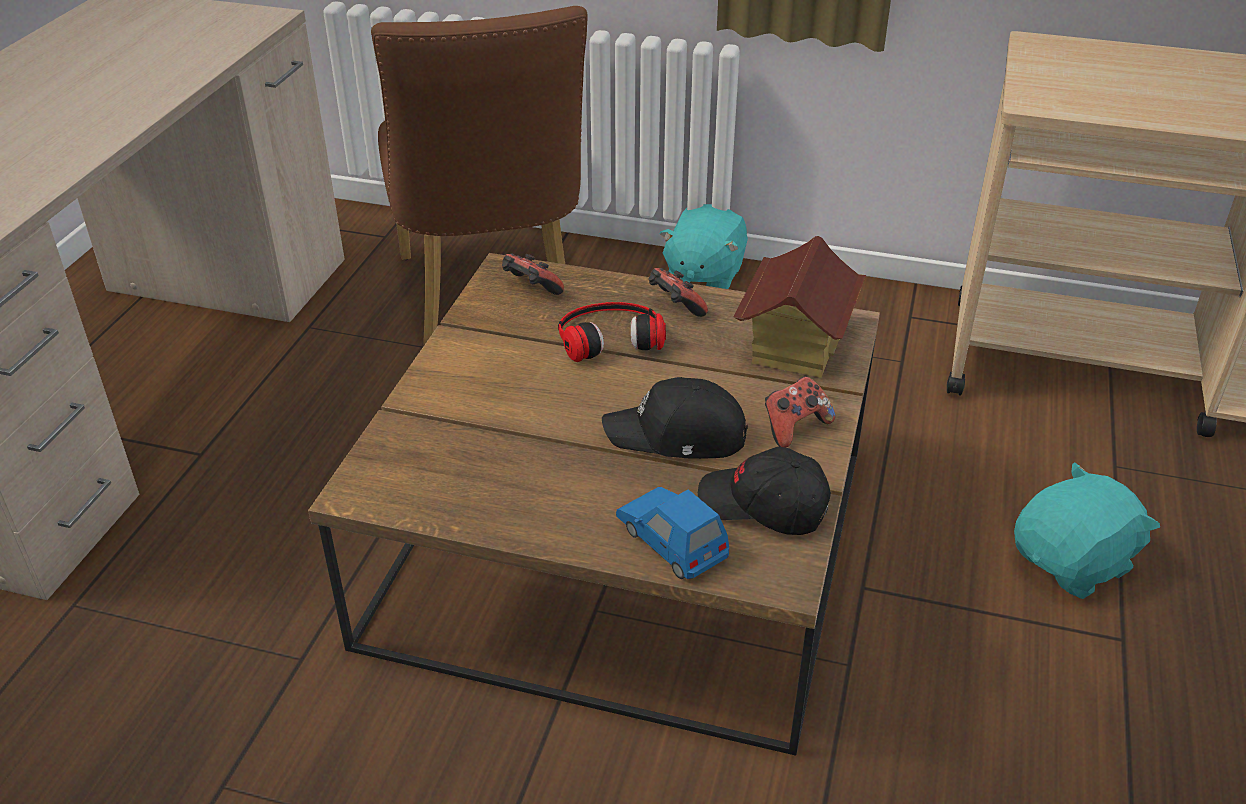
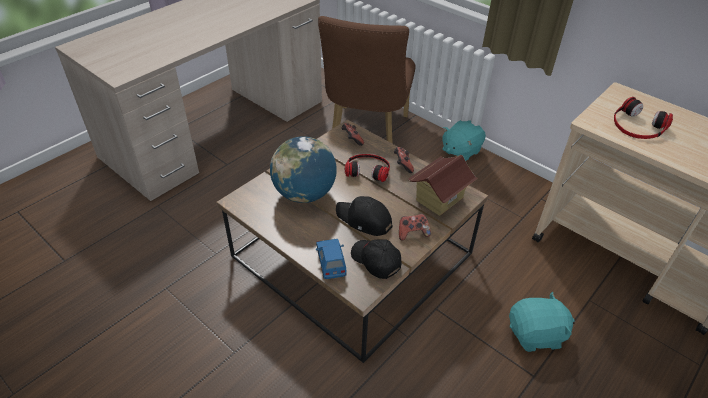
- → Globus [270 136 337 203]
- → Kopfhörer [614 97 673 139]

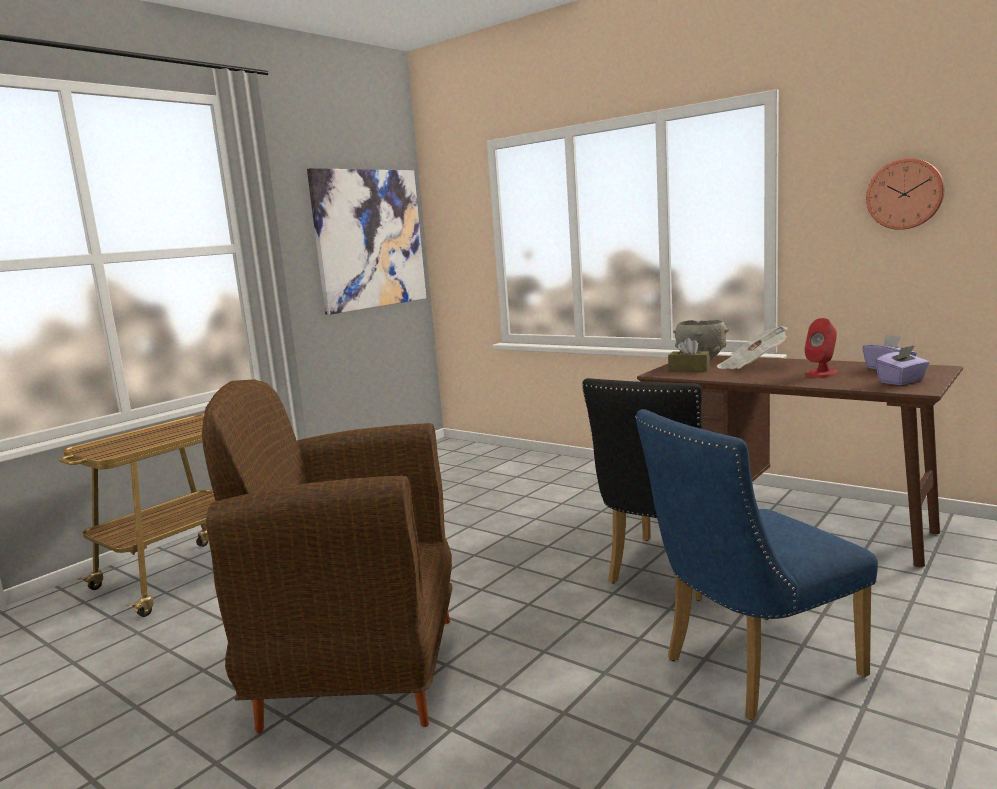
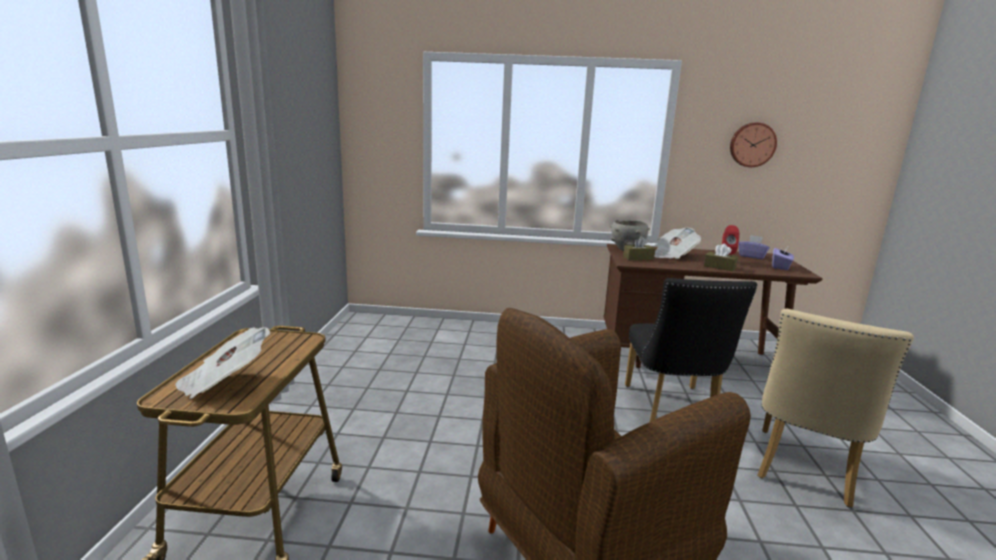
Bild [307 168 426 315] → -
Stuhl (blau) [635 409 878 720] → Stuhl (beige) [757 309 914 507]
- → Zeitung [175 327 270 399]
- → Taschentuchbox (braun) [704 244 738 271]

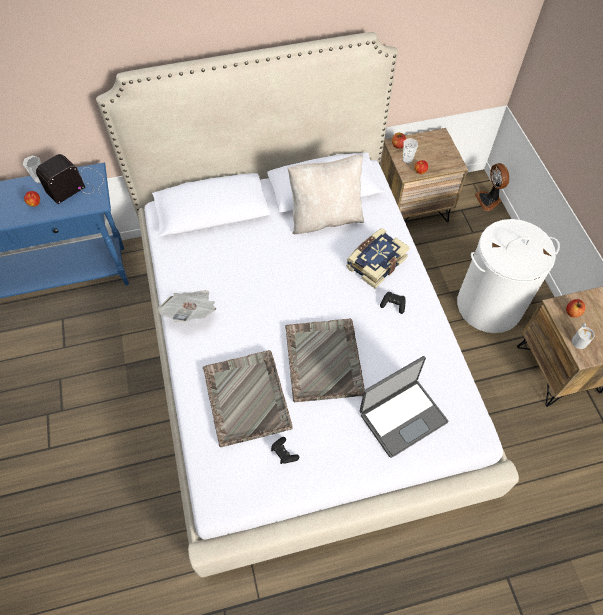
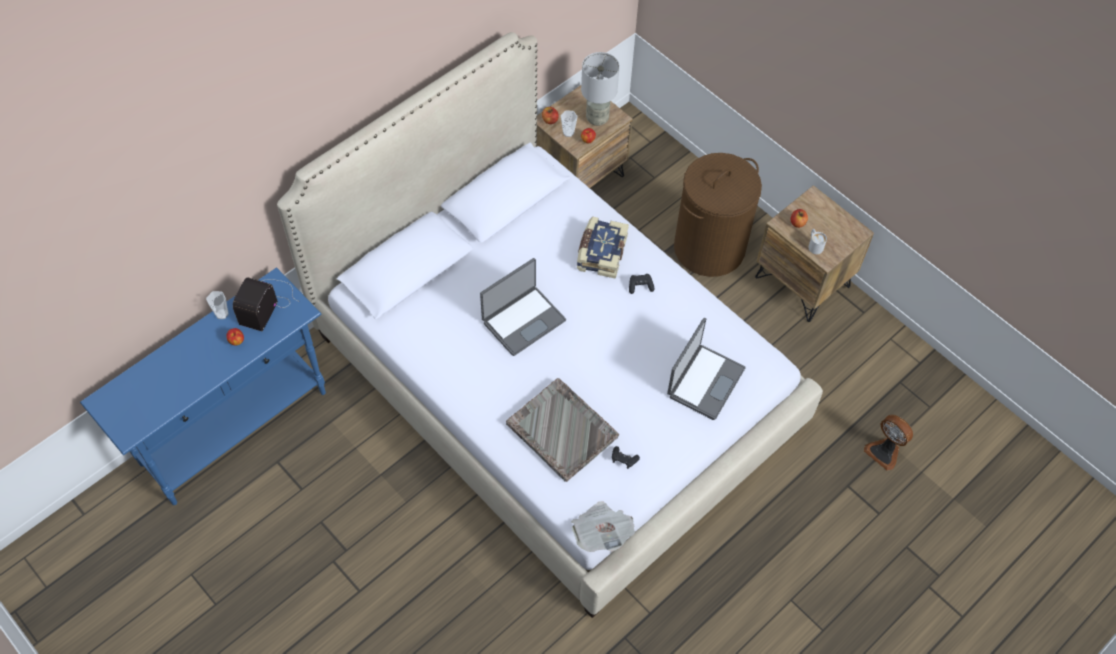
Zeitung [158 290 216 322] → Zeitung [571 501 635 552], move
Tablett (grau) [285 319 365 402] → -
Kissen (beige) [288 155 364 234] → -
Wäschekorb (weiß) [457 219 560 333] → Wäschekorb (braun) [674 153 762 277]
Ventilator [475 163 509 211] → Ventilator [864 415 913 471], move
- → Laptop [480 258 566 356]
- → Tischlampe (grau) [581 52 619 126]

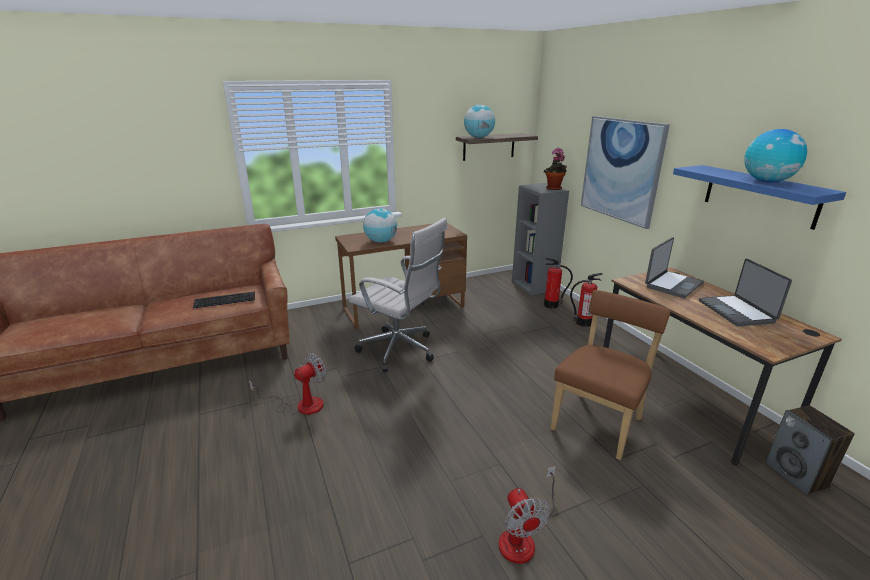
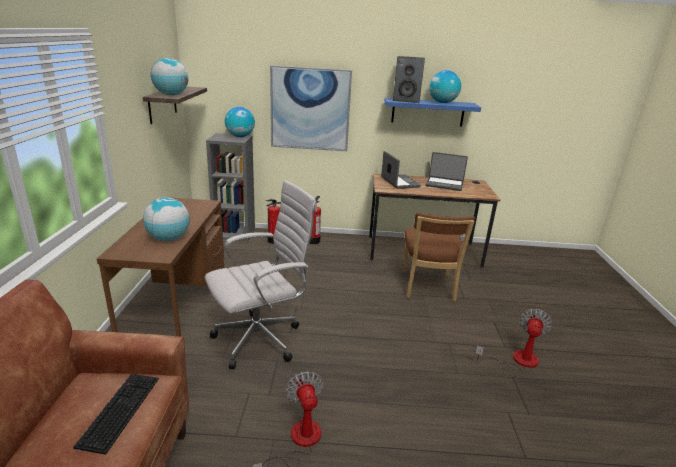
Ventilator [499 466 556 564] → Ventilator [475 309 552 371], 75 degrees counterclockwise
Topfpflanze [544 148 567 190] → Globus [225 107 255 137]
Stuhl (braun) [551 290 671 460] → Stuhl (braun) [402 212 475 301], 150 degrees counterclockwise
Lautsprecher [765 405 855 495] → Lautsprecher [393 56 425 103], move

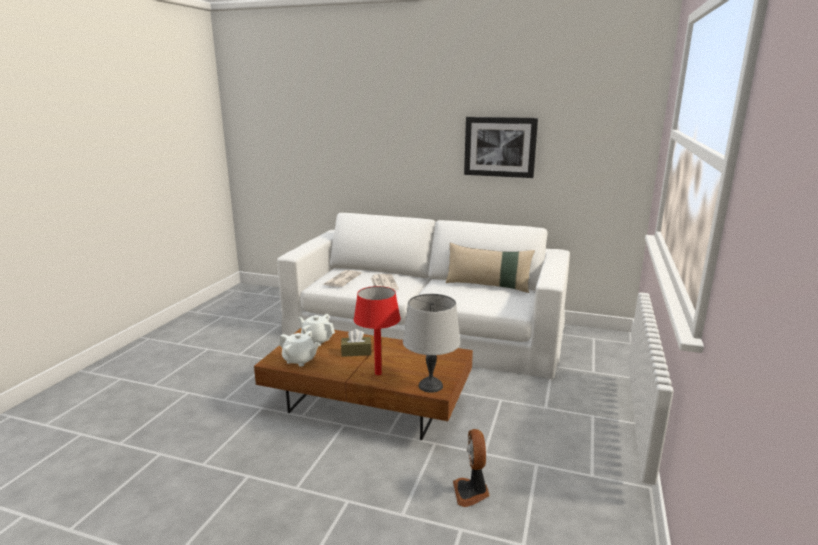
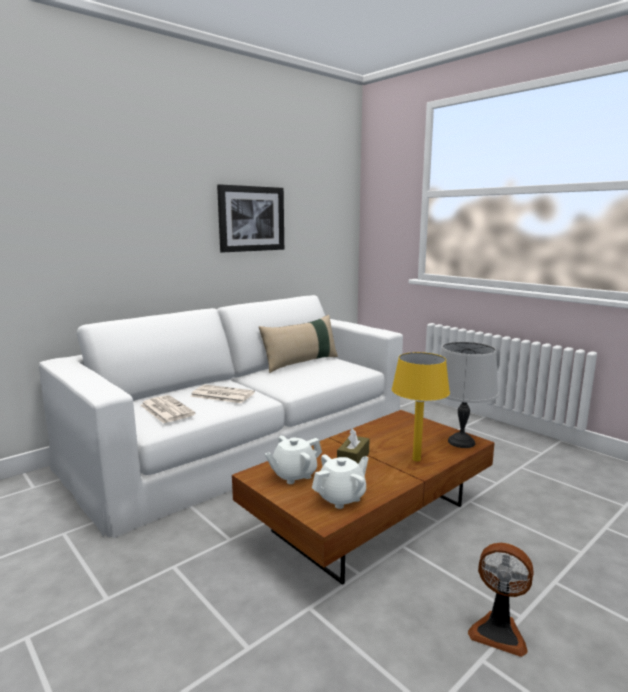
Tischlampe (rot) [354 286 401 375] → Tischlampe (gelb) [392 352 450 461]
Ventilator [453 429 490 507] → Ventilator [468 543 534 657], move

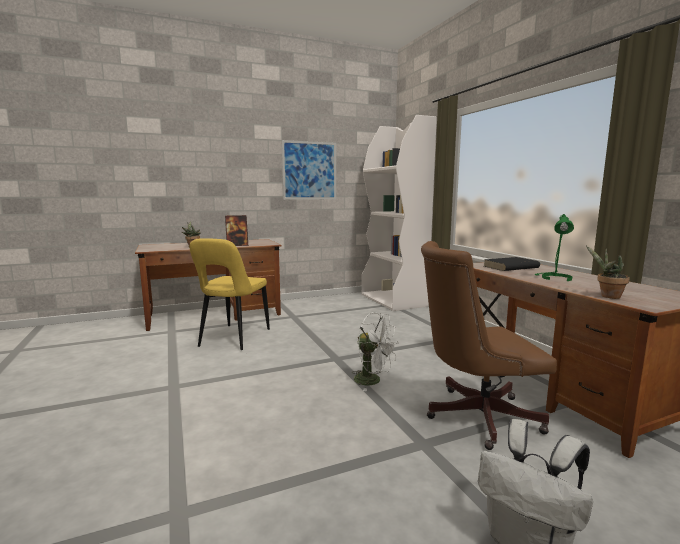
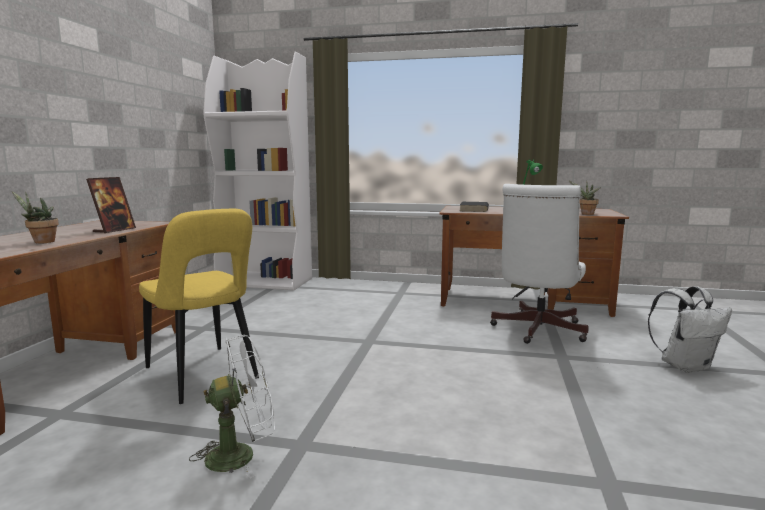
Bild [282 140 336 200] → -
Ventilator (weiß) [353 312 398 391] → Ventilator (weiß) [189 335 275 478], move
Bürostuhl (braun) [421 241 557 450] → Bürostuhl (weiß) [490 184 589 344]

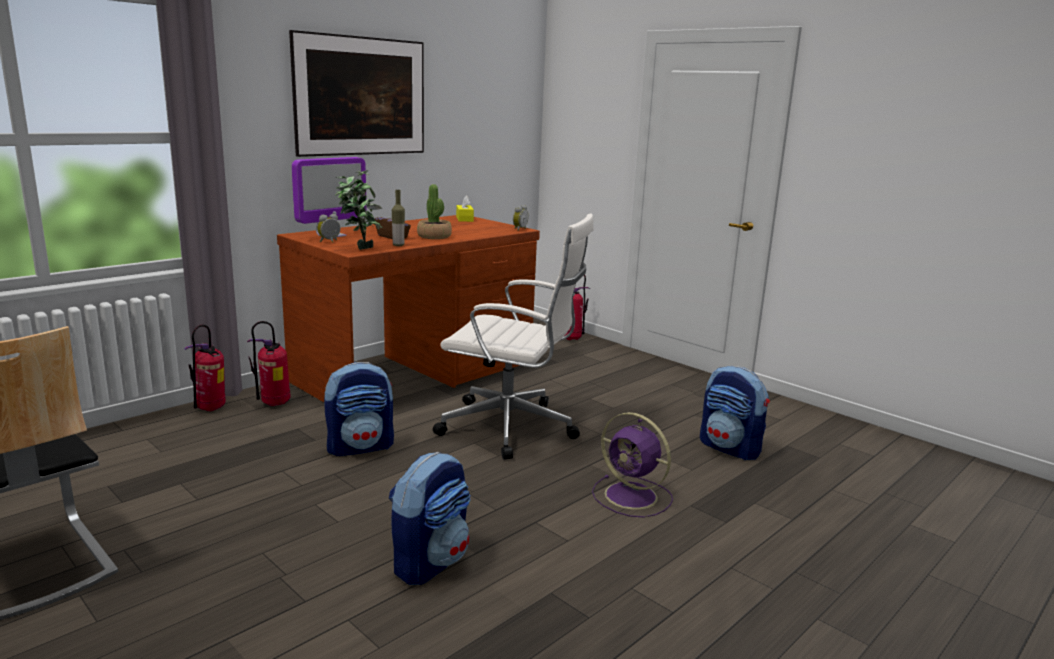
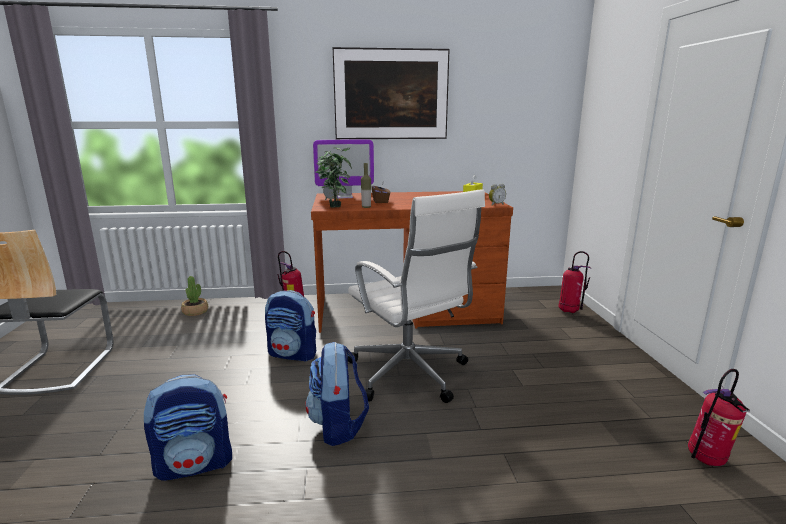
Feuerlöscher [184 325 226 411] → Feuerlöscher [688 369 750 466], move
Topfpflanze [417 184 452 239] → Topfpflanze [181 276 208 316], move
Ventilator (lila) [592 412 673 517] → -
Rucksack [700 366 770 460] → Rucksack [306 342 369 446], move

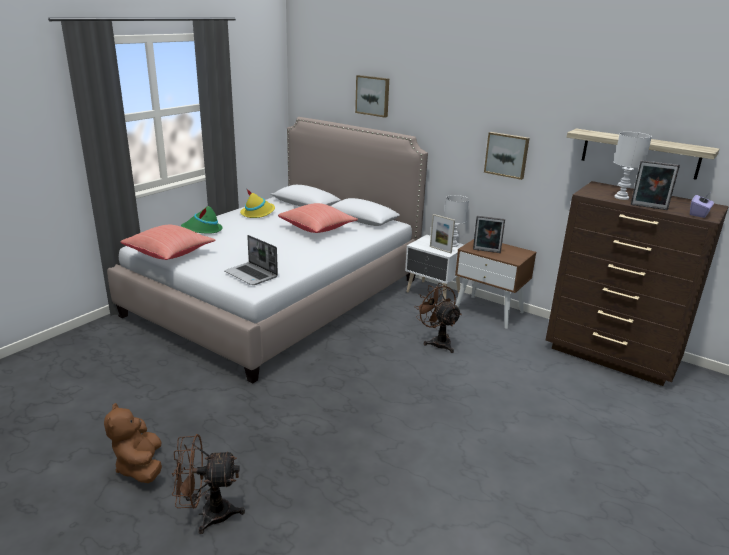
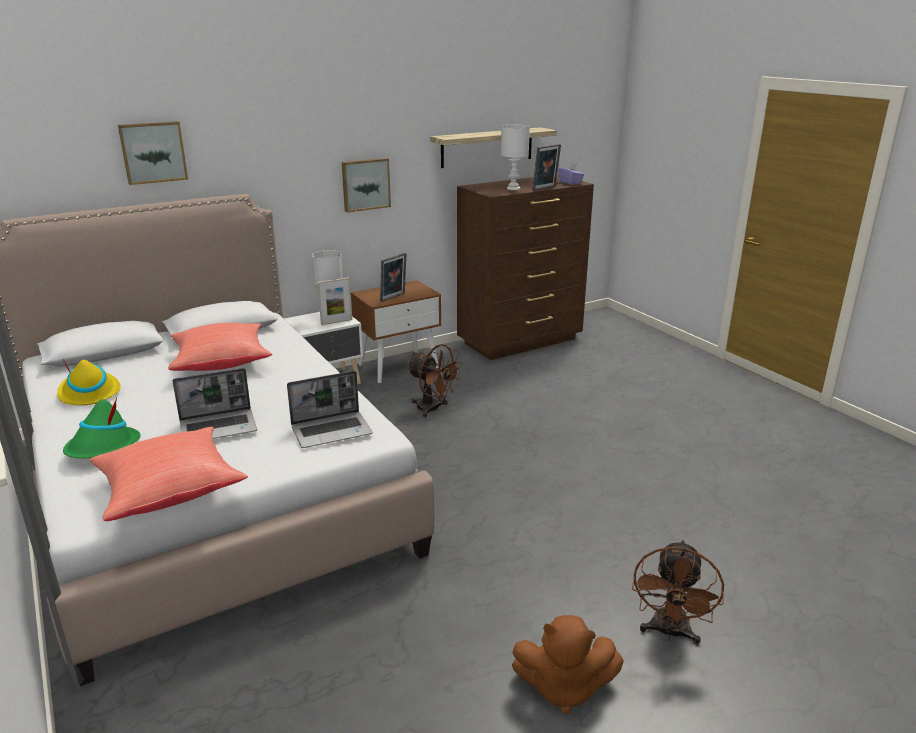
Ventilator (braun) [414 283 462 353] → Ventilator (braun) [407 344 462 418], 135 degrees counterclockwise
- → Laptop [172 368 257 439]

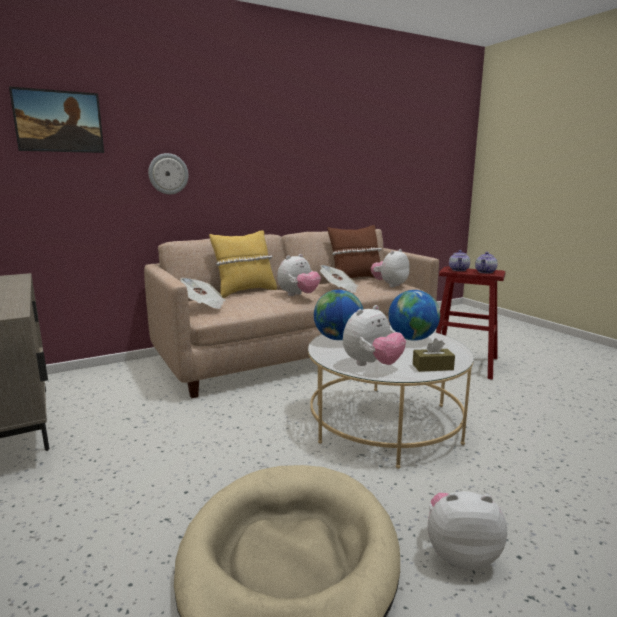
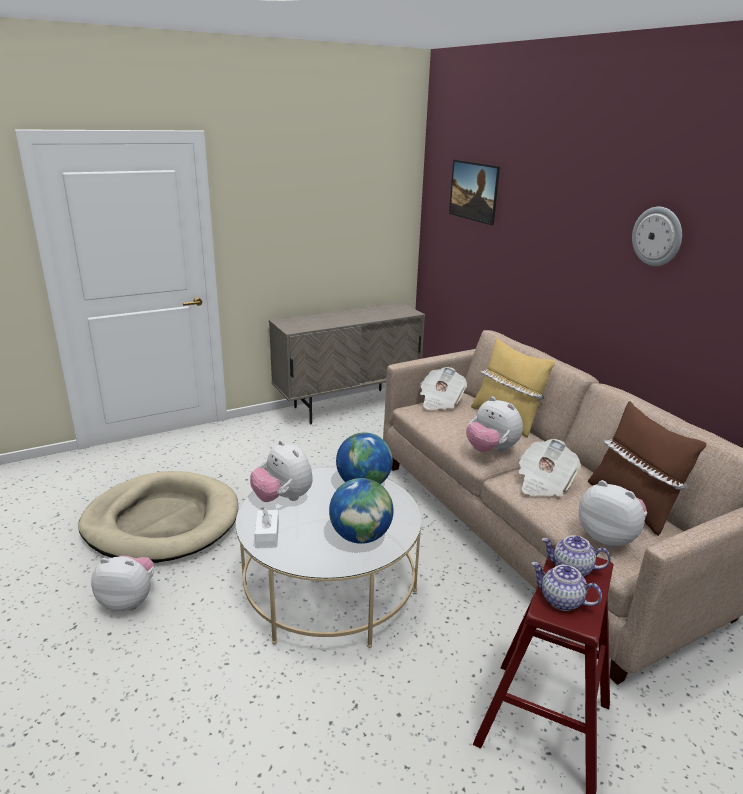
Wanduhr [148 153 189 194] → Wanduhr [632 207 682 266], move
Taschentuchbox (braun) [413 338 455 372] → Taschentuchbox (weiß) [255 507 279 548]
Plüschtier [428 491 507 570] → Plüschtier [91 556 154 611], 90 degrees counterclockwise

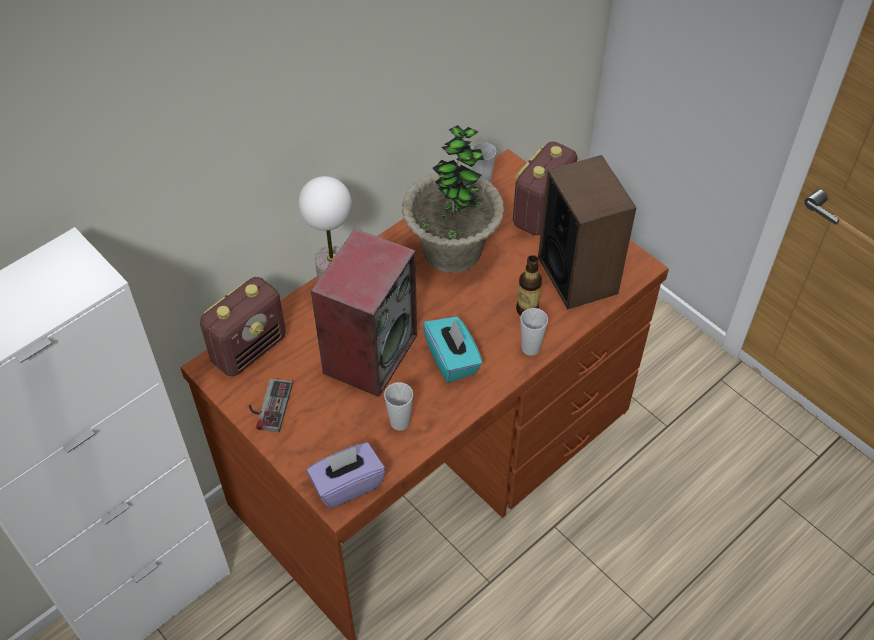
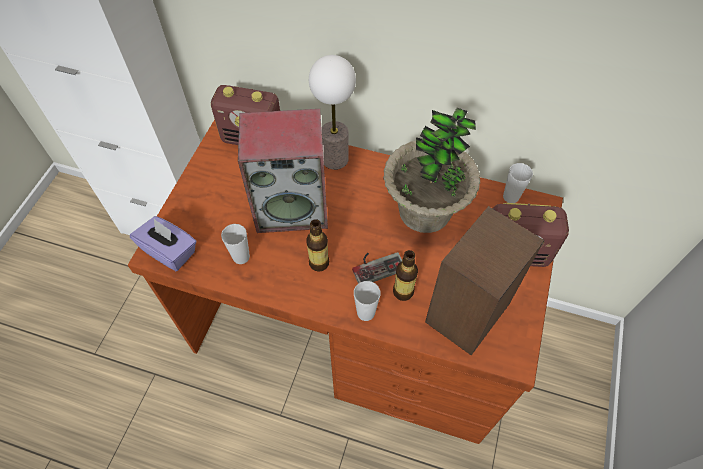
Gamepad [249 378 293 432] → Gamepad [352 252 402 284], move
Taschentuchbox (türkis) [423 316 483 383] → Flasche [306 219 329 272]

